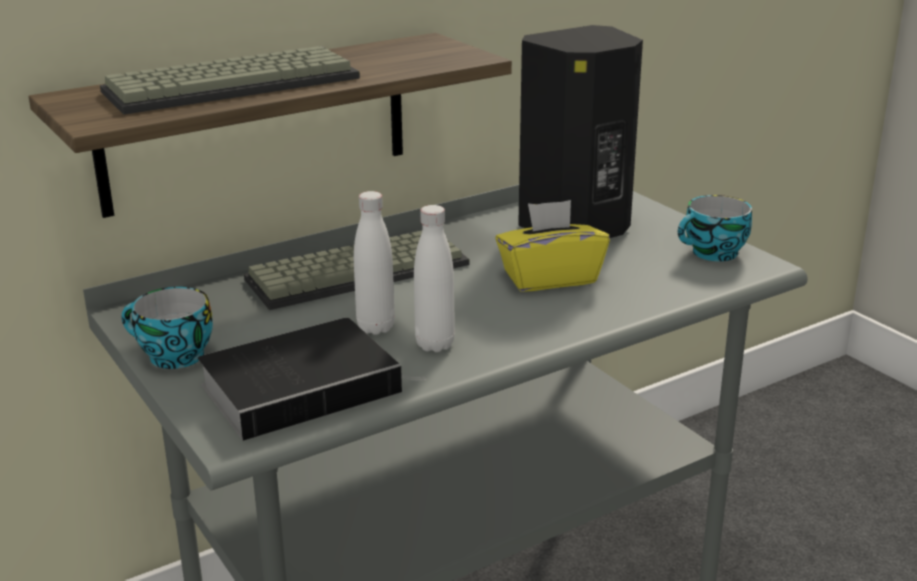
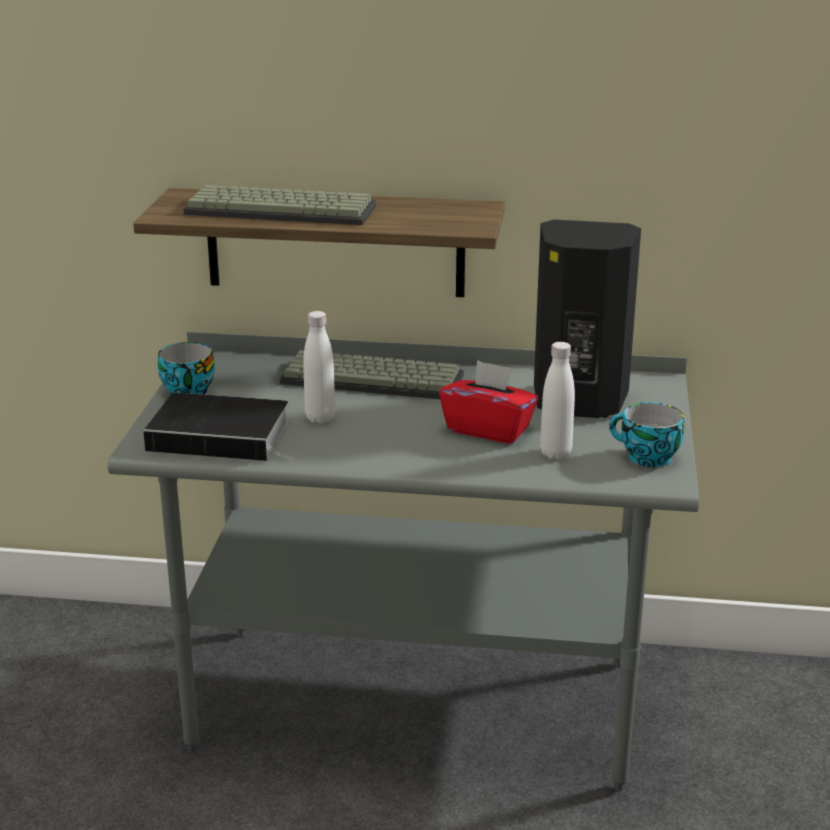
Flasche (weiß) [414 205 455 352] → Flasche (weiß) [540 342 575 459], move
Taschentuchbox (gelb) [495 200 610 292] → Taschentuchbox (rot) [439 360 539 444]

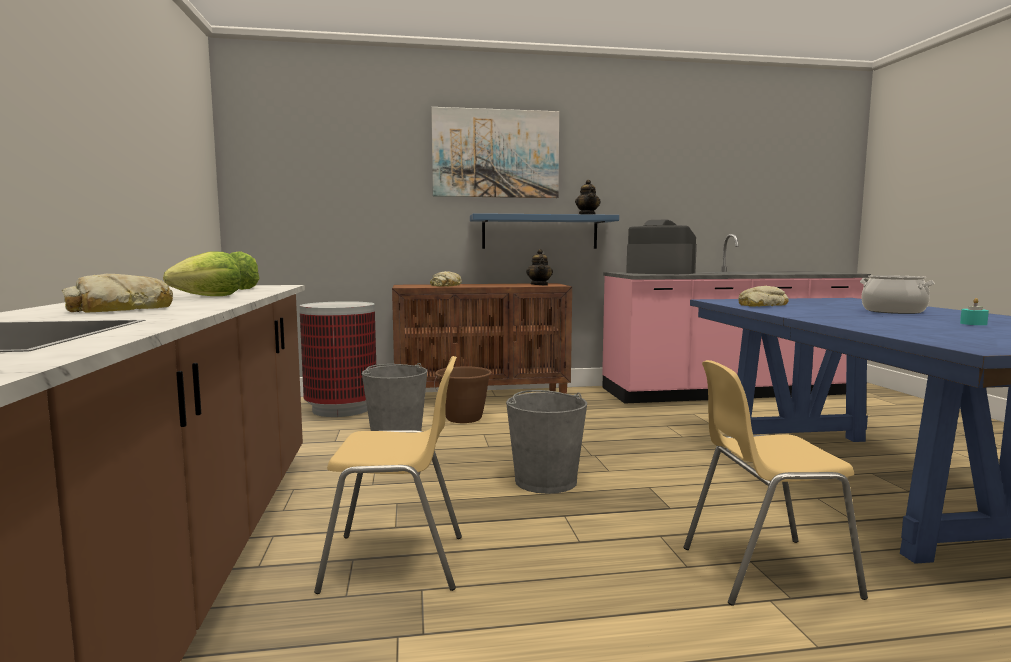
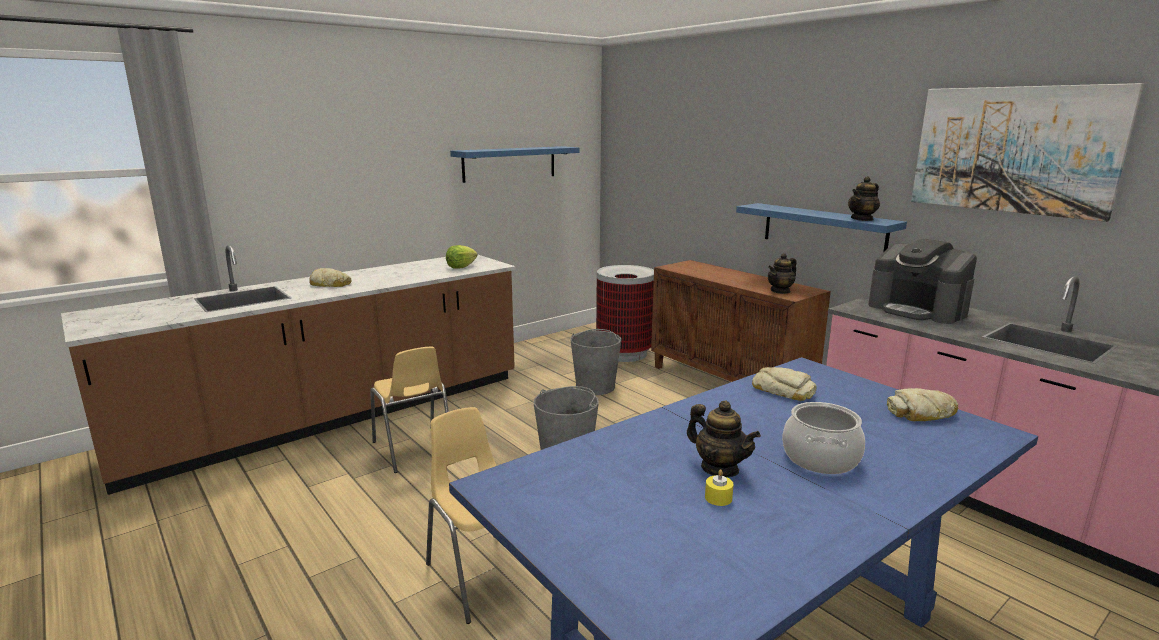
Salatkopf [163 252 241 296] → -
Brot [430 271 462 287] → Brot [887 388 958 421], move
Bild [431 107 559 198] → Bild [911 83 1143 222], move
Eimer (braun) [434 366 492 423] → -
Kaffeemaschine [626 219 697 274] → Kaffeemaschine [868 239 977 324], 135 degrees clockwise
Kerze (türkis) [960 298 989 325] → Kerze (gelb) [705 469 733 506]
- → Wandregal (blau) [450 146 579 183]
- → Teekanne [687 400 761 477]

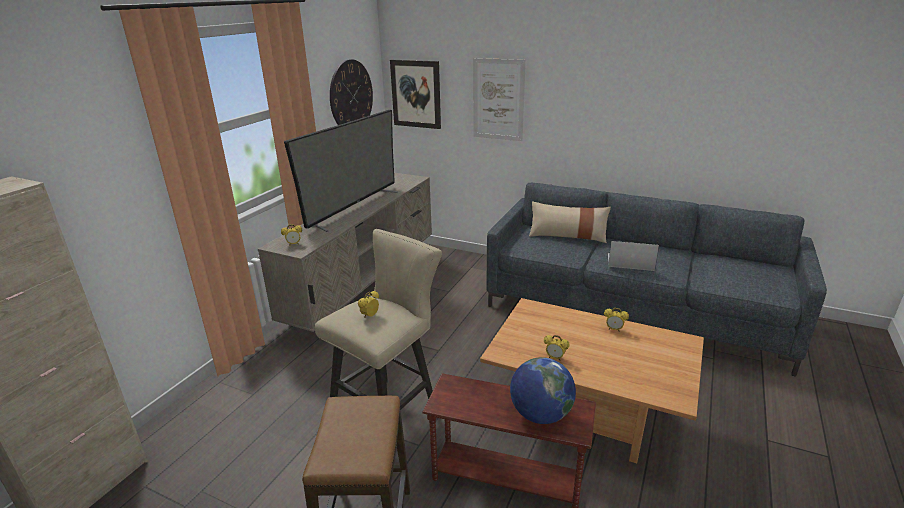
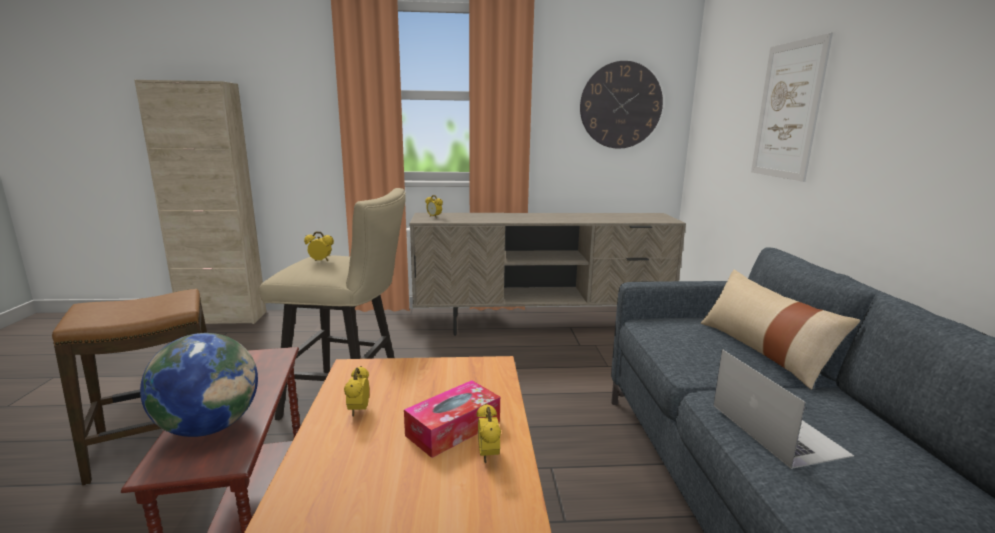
Fernseher [284 110 398 232] → -
Bild [390 60 441 129] → -
- → Taschentuchbox [404 380 500 458]

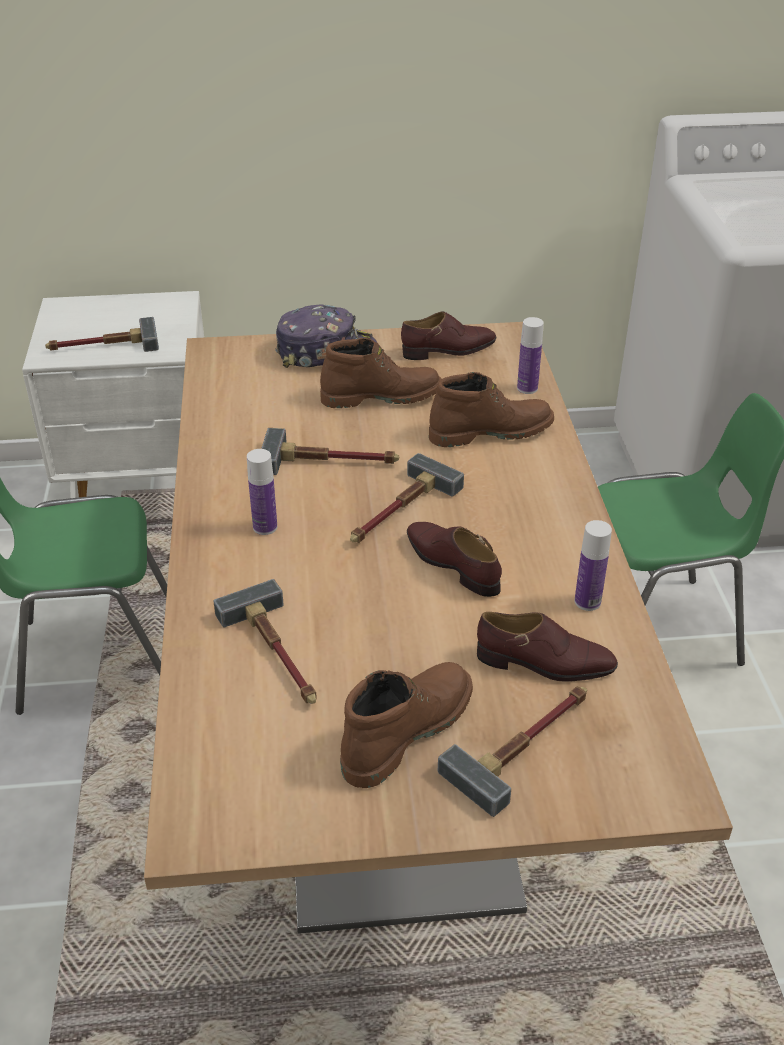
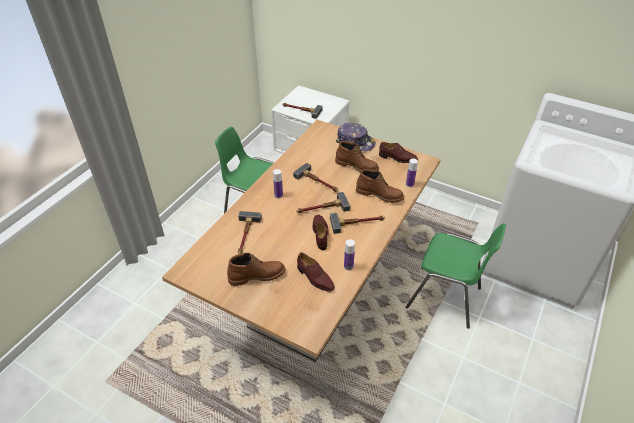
Hammer [438 686 587 817] → Hammer [330 213 385 234], move

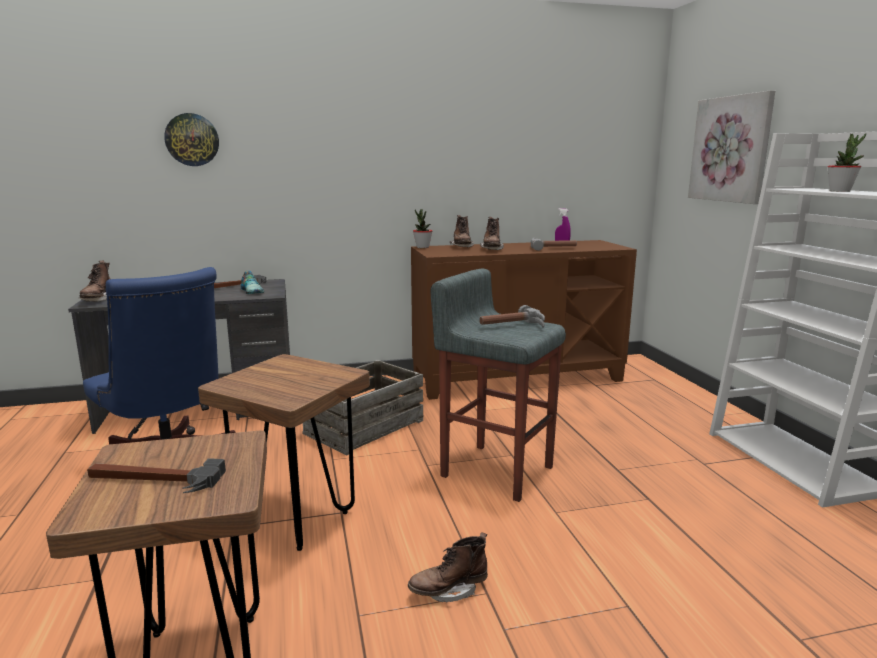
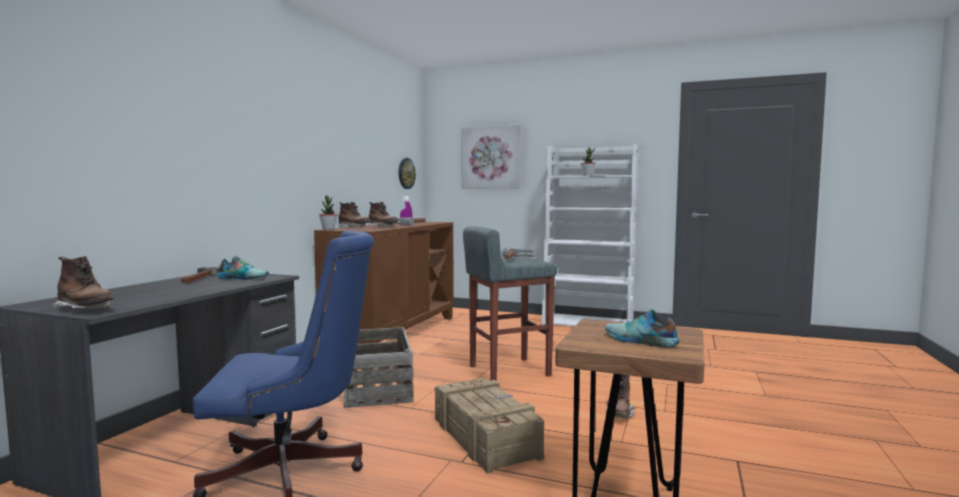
Hammer [87 458 226 493] → Schuh [605 309 679 347]
Wanduhr [164 113 219 166] → Wanduhr [399 158 416 189], move
Hocker (braun) [198 354 370 551] → Kiste [435 378 544 474]

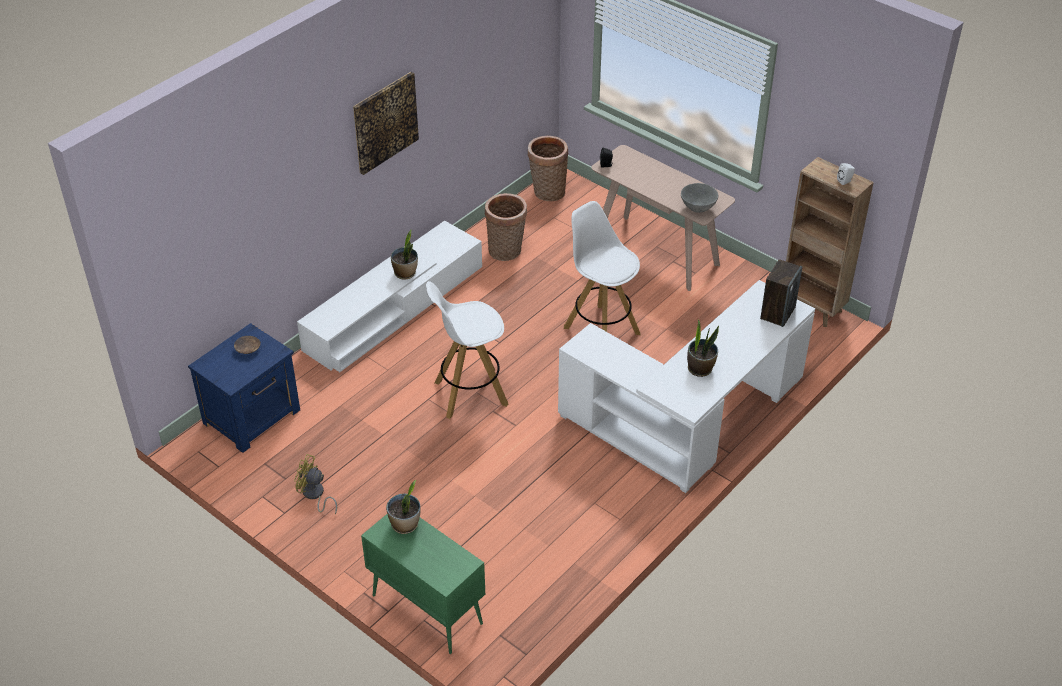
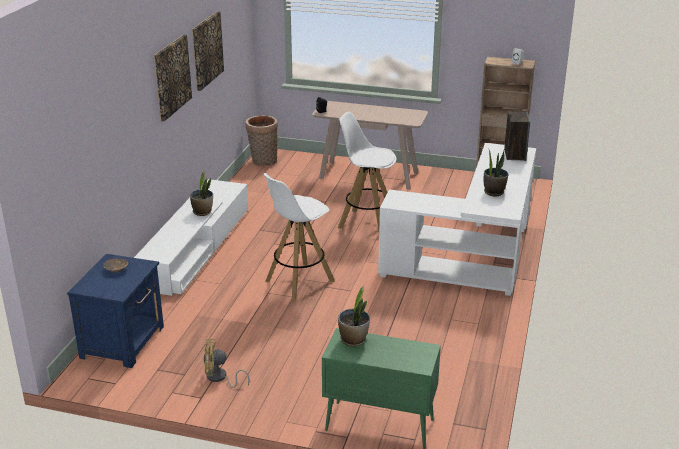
Korb [484 193 527 261] → -
Schüssel (grau) [681 183 718 213] → -
- → Bild [192 12 224 91]

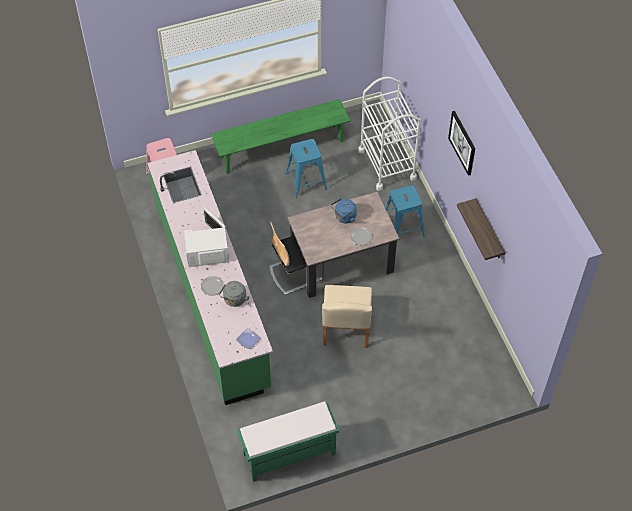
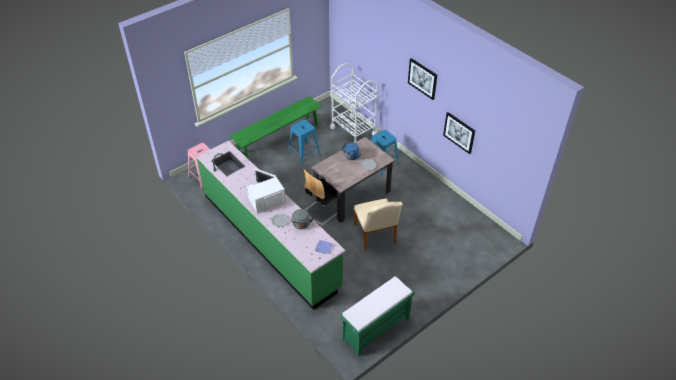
Wandregal [457 198 505 260] → Bild [443 112 475 154]

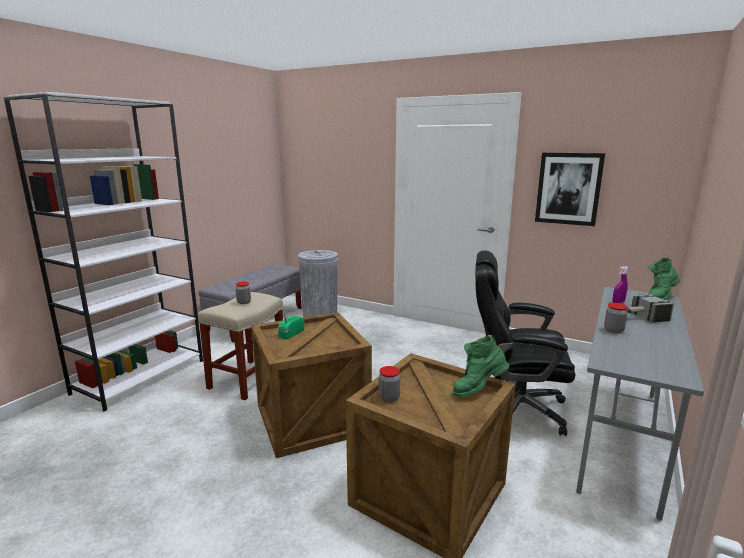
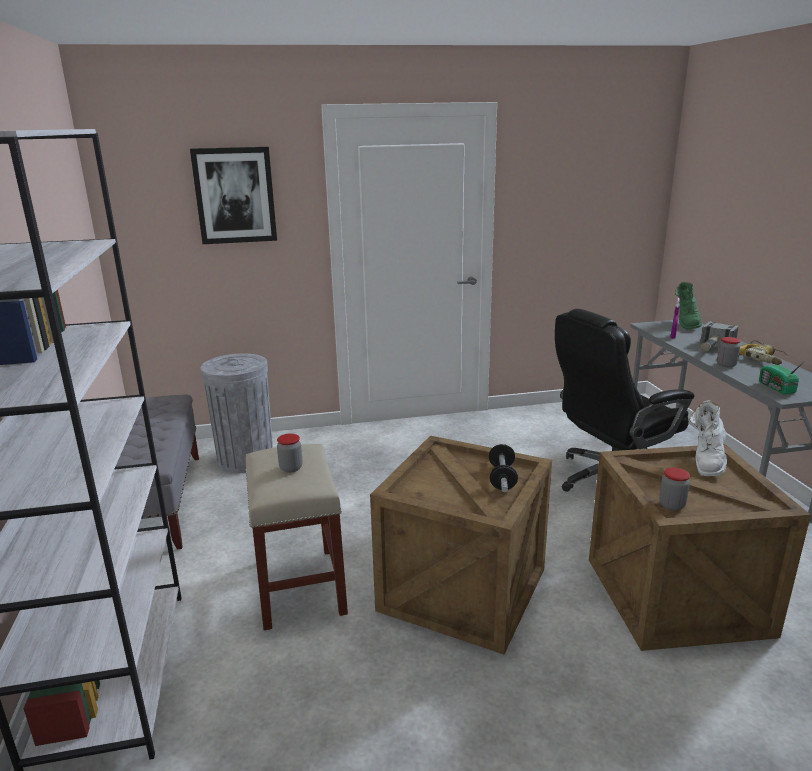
Radio [278 314 304 339] → Radio [759 359 807 394], move
Stiefel (grün) [452 335 509 397] → Stiefel (weiß) [690 400 727 476]
Bild [535 153 605 226] → Bild [190 147 277 244], move
- → Hantel [489 444 518 492]
- → Bohrmaschine [739 340 789 365]

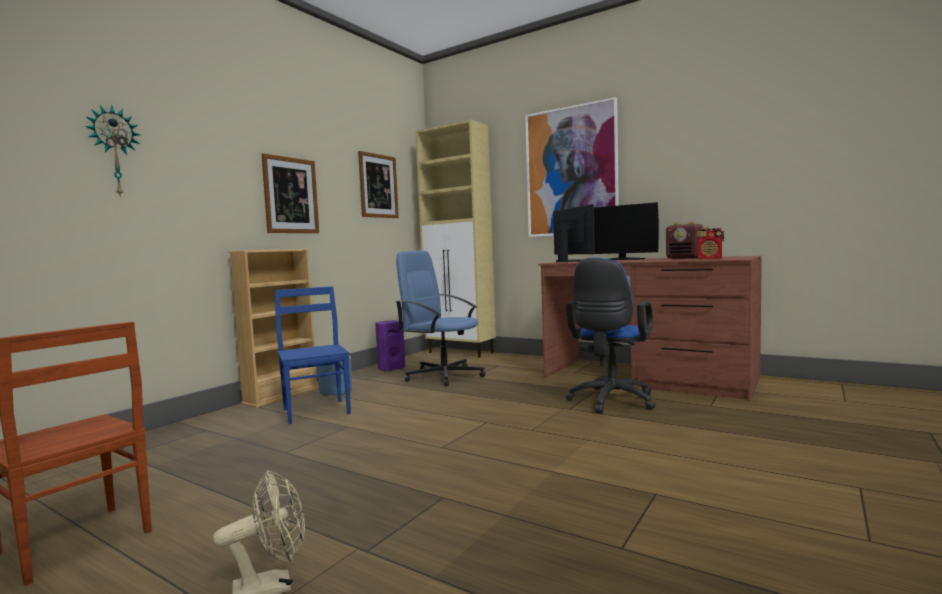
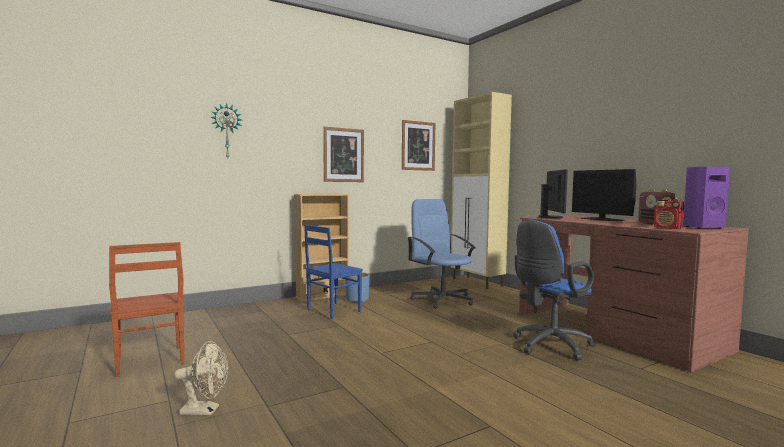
Stuhl (blau) [275 286 351 424] → Stuhl (blau) [304 225 363 319], 135 degrees counterclockwise
Lautsprecher (lila) [375 320 405 372] → Lautsprecher (lila) [683 167 730 229], move
Bild [525 97 619 237] → -

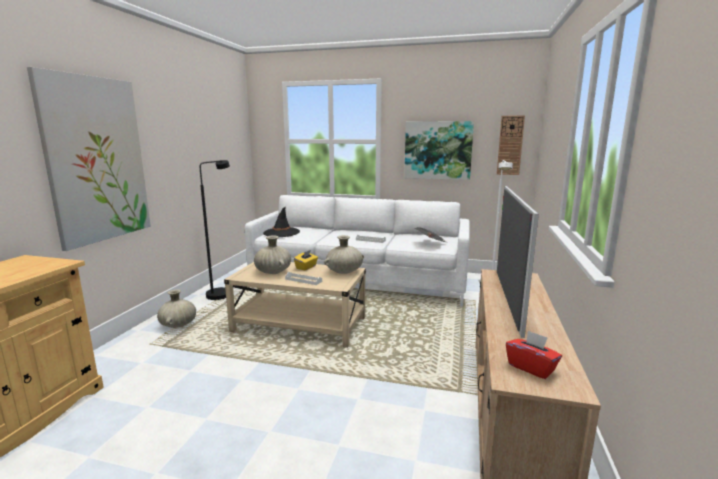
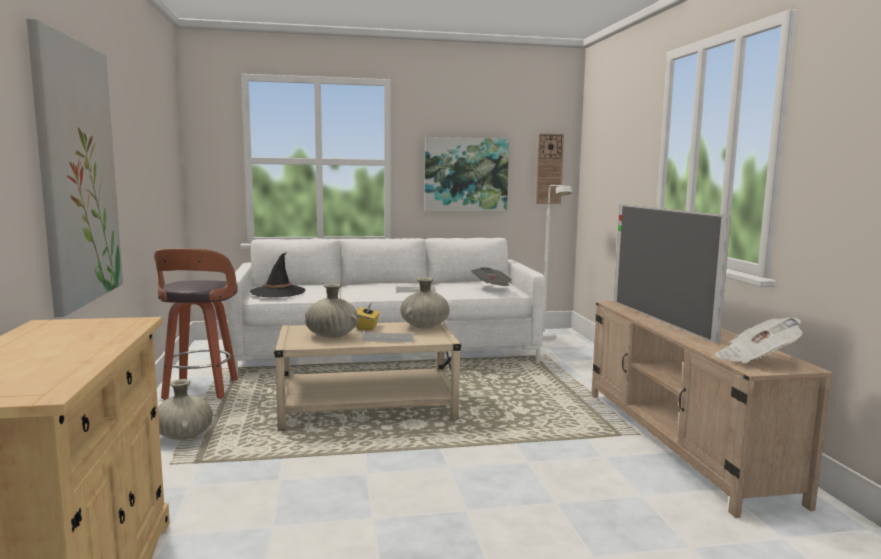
Stehlampe (schwarz) [200 160 230 300] → Hocker [154 248 238 400]
Taschentuchbox (rot) [506 330 562 379] → Zeitung [715 317 803 363]

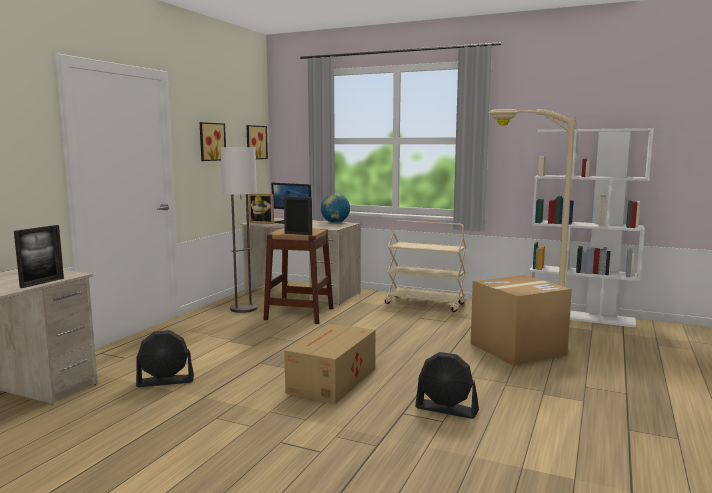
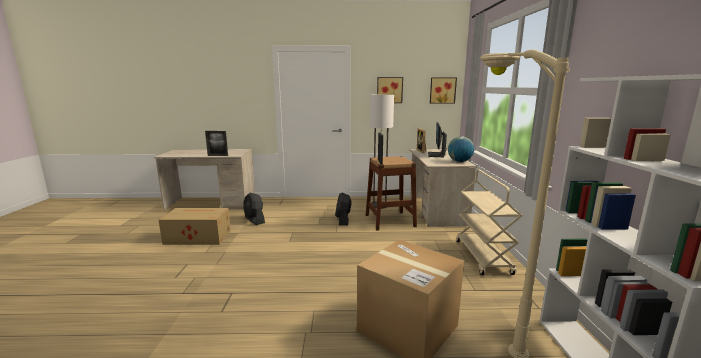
Karton [284 323 375 404] → Karton [159 208 231 245], move
Ventilator (schwarz) [415 352 479 419] → Ventilator (schwarz) [335 192 352 226], move

